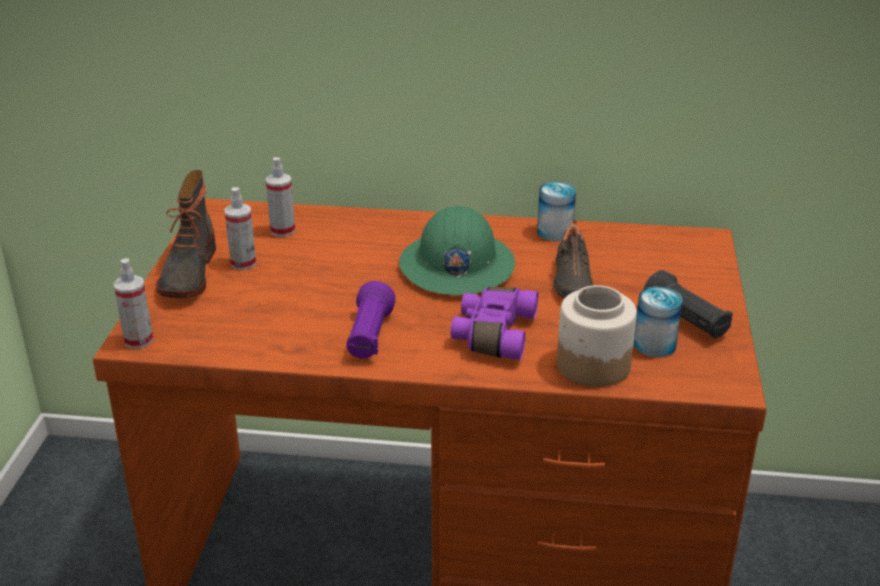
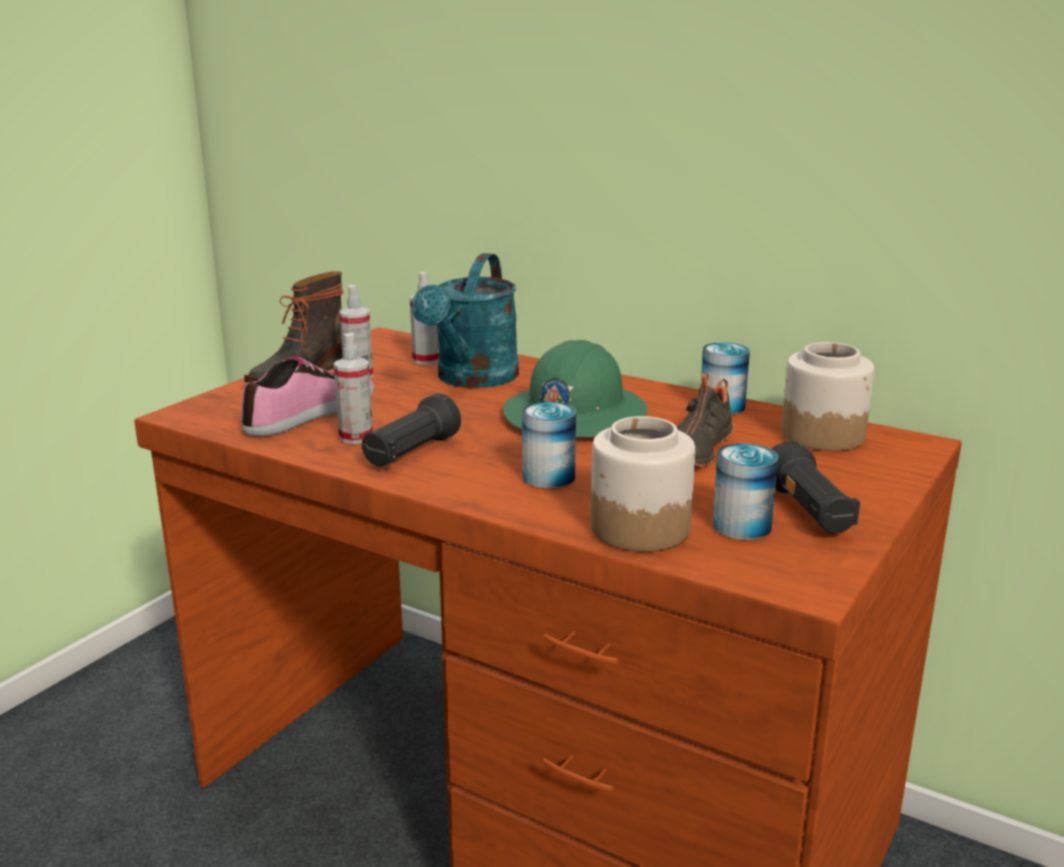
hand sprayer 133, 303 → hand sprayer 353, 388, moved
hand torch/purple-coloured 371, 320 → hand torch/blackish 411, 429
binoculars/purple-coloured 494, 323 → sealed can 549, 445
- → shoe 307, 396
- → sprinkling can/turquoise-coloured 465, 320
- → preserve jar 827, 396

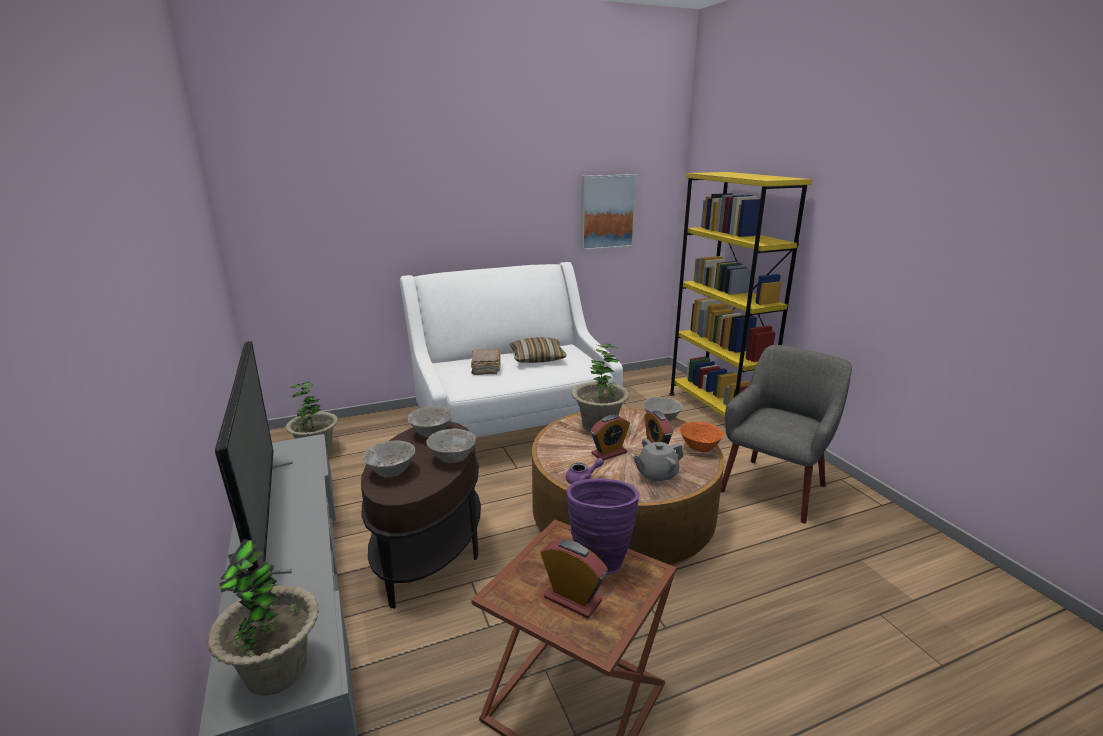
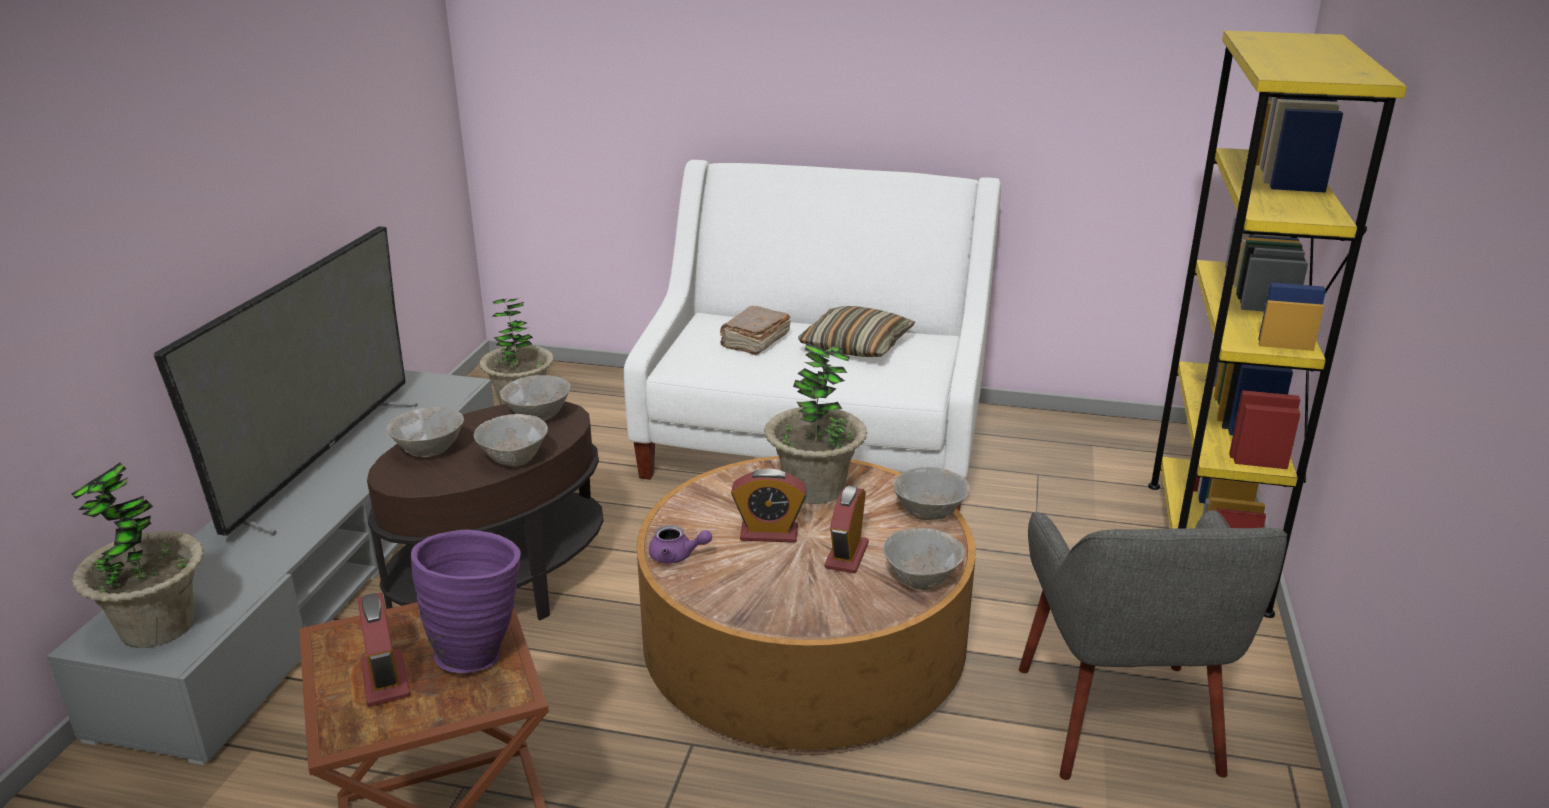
wall art 609, 212 → -
pot for tea/grey 658, 461 → -
deep dish/orangey 702, 437 → deep dish/grey 923, 559
lounge chair/grey 786, 434 → lounge chair/grey 1153, 645, 105 degrees clockwise

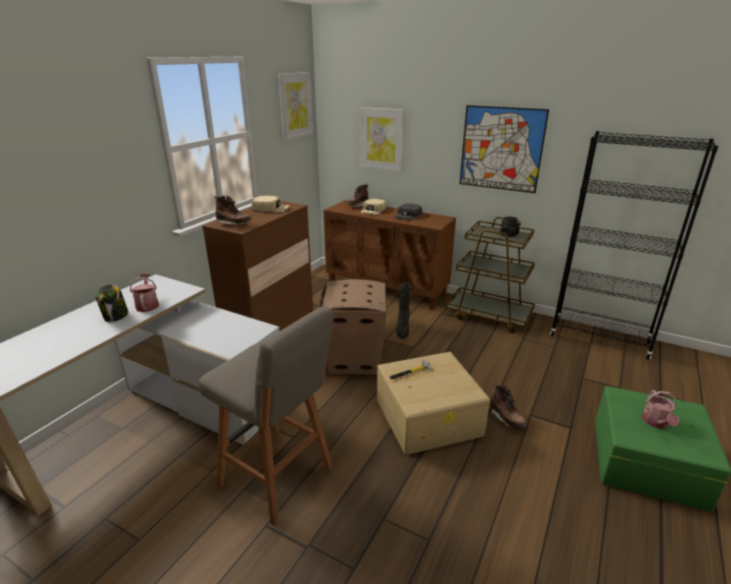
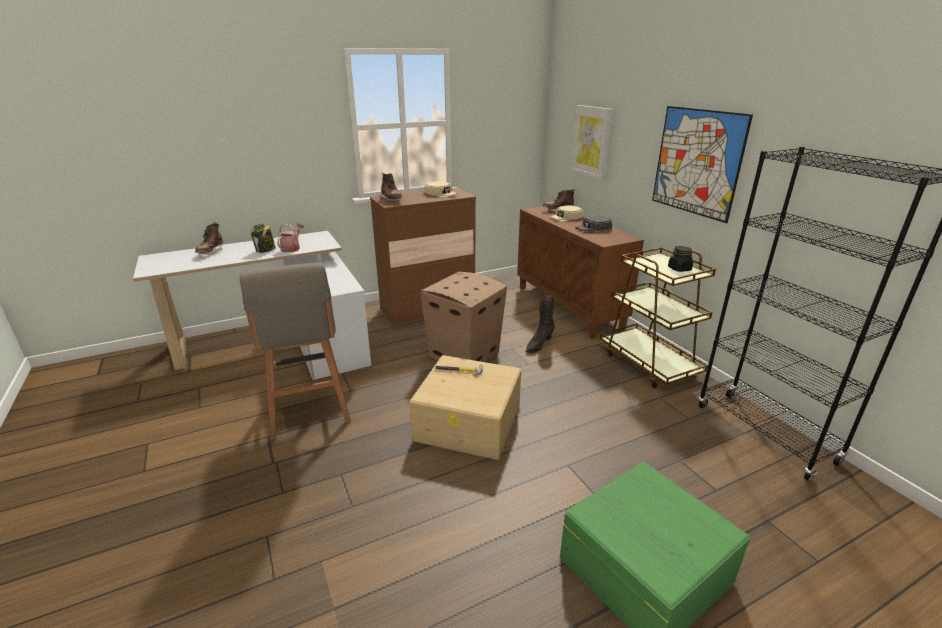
wall art 295, 106 → -
tall boot/brown-coloured 508, 406 → tall boot/brown-coloured 209, 238, moved
sprinkling can 661, 409 → -

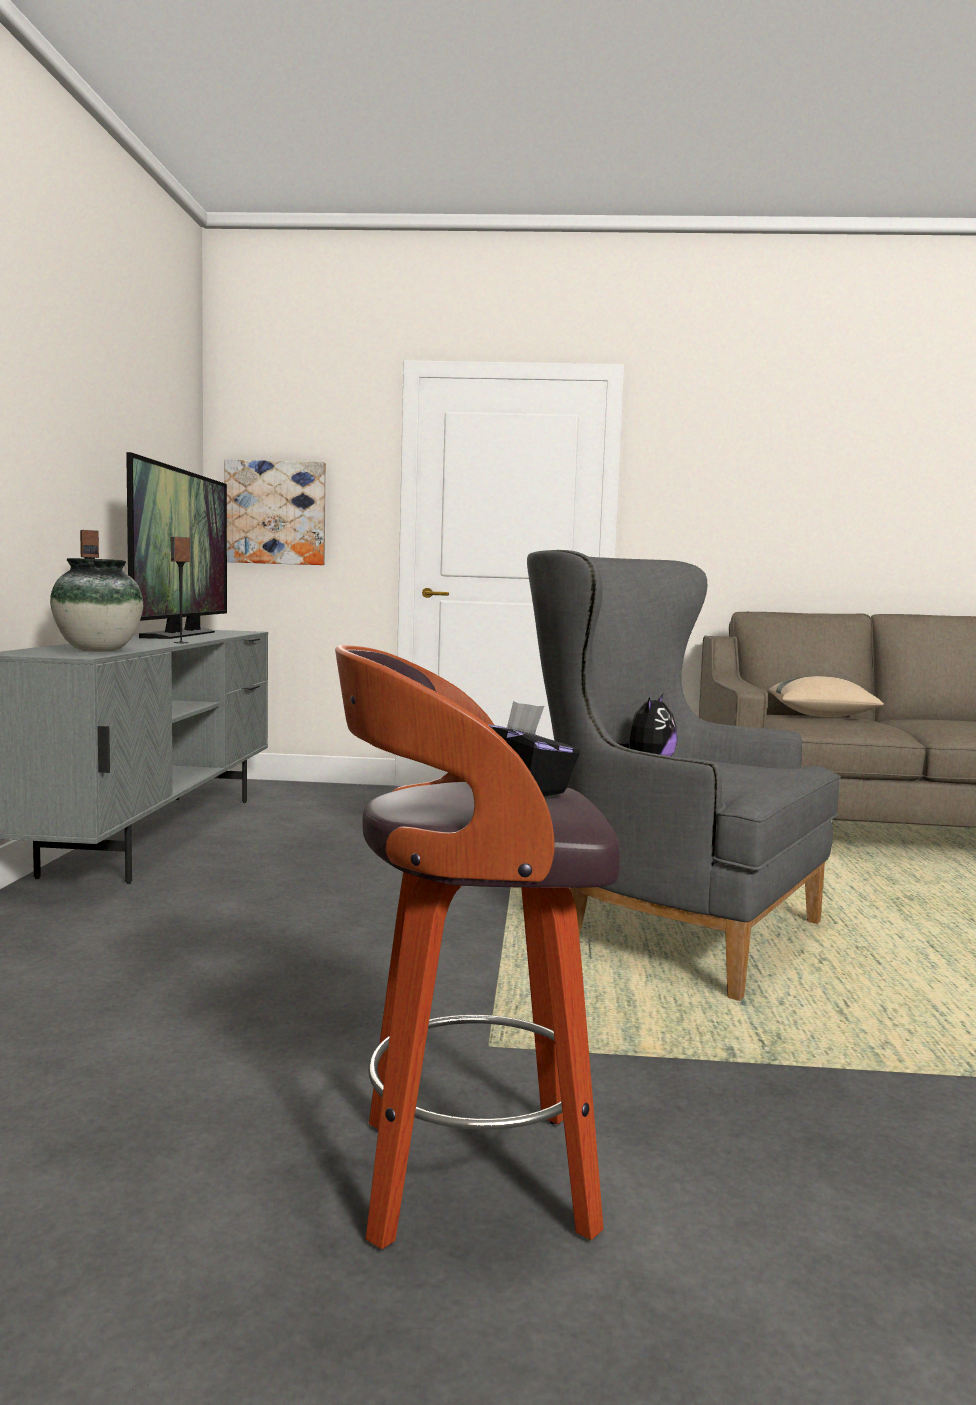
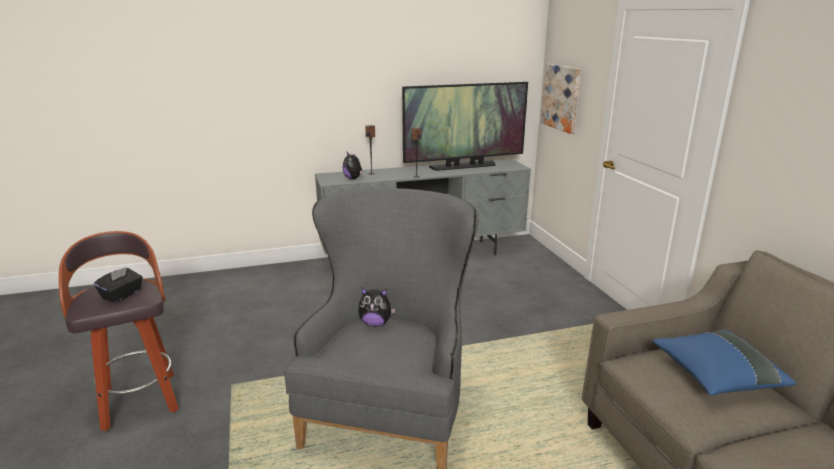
flower vase 96, 605 → plush toy 353, 166
pillow/sand-coloured 826, 696 → pillow/blue-coloured 724, 362

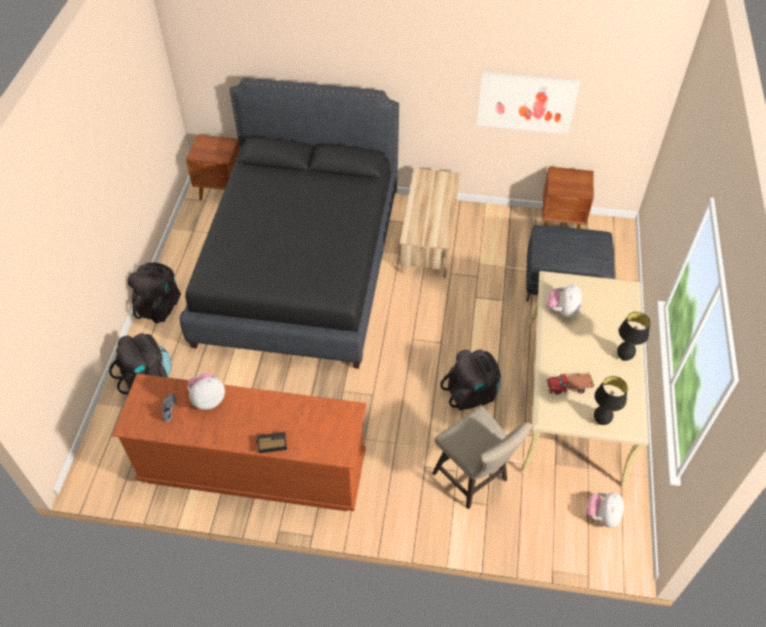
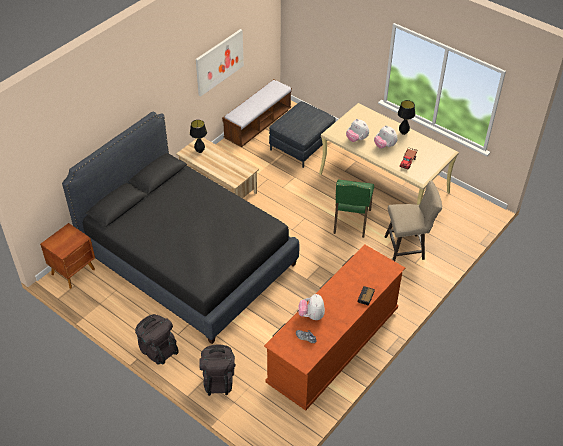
rucksack/blackish 470, 379 → chair/green-coloured 353, 208
nightstand/brown-coloured 568, 198 → indoor bench 257, 113
plush toy 605, 510 → plush toy 386, 137, moved
tabletop lamp/blackish 611, 400 → tabletop lamp/blackish 198, 136, moved

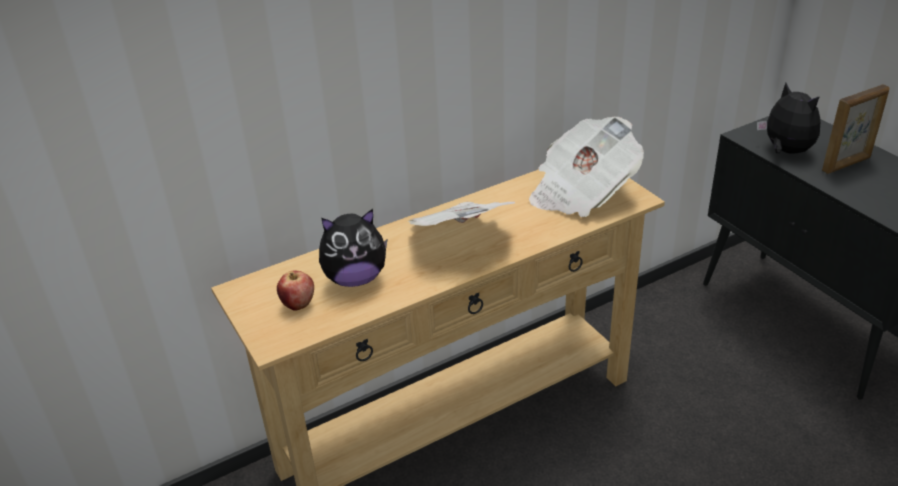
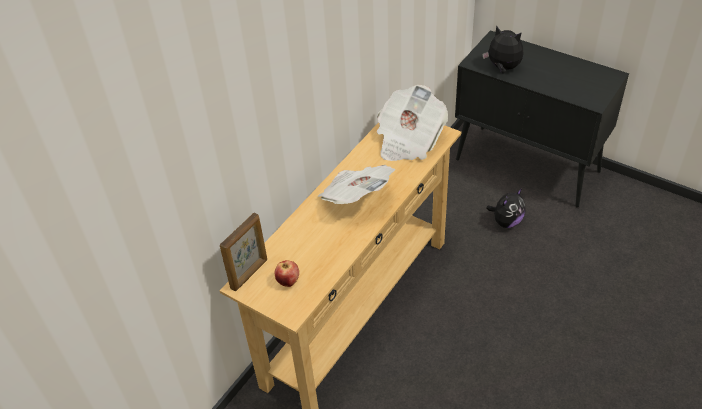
plush toy 353, 248 → plush toy 506, 208, moved
photo frame 856, 129 → photo frame 243, 252, moved

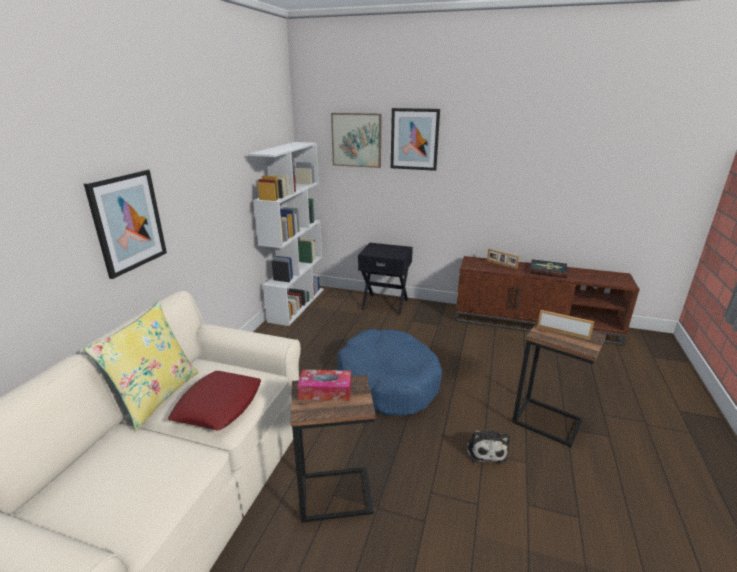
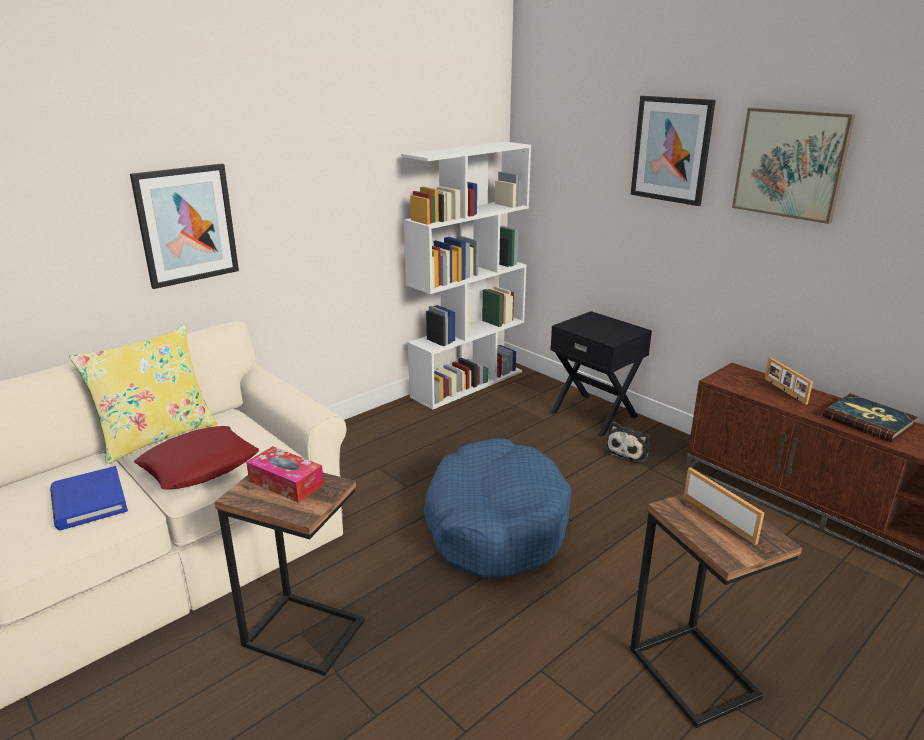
wall art 356, 140 → wall art 793, 166, moved
plush toy 488, 447 → plush toy 627, 442, moved
- → volume/blue-coloured 89, 498

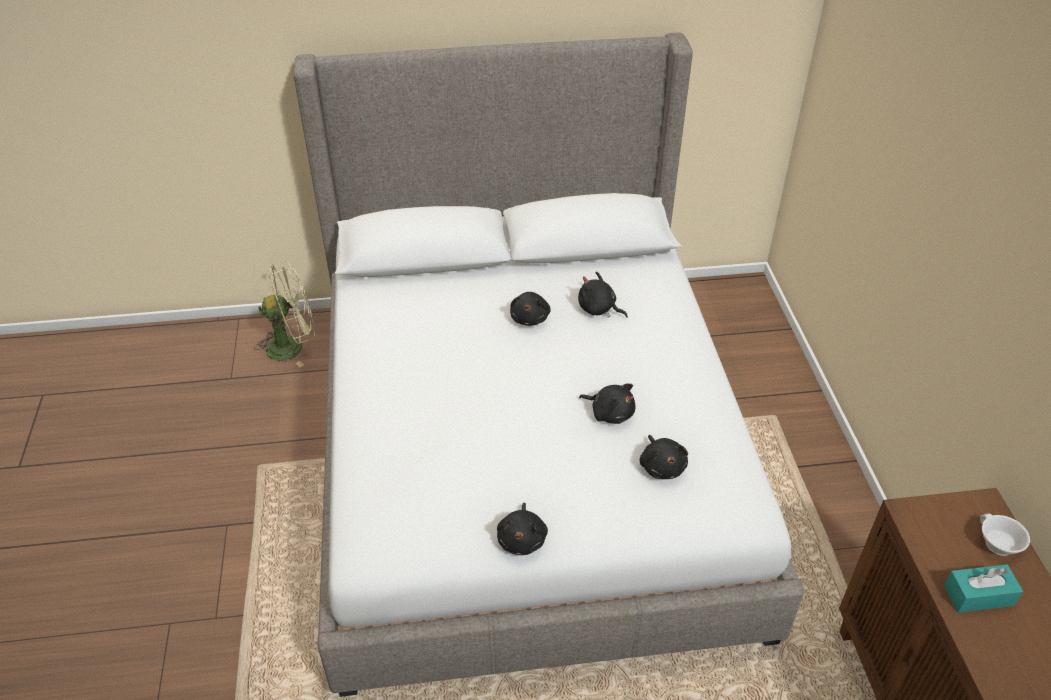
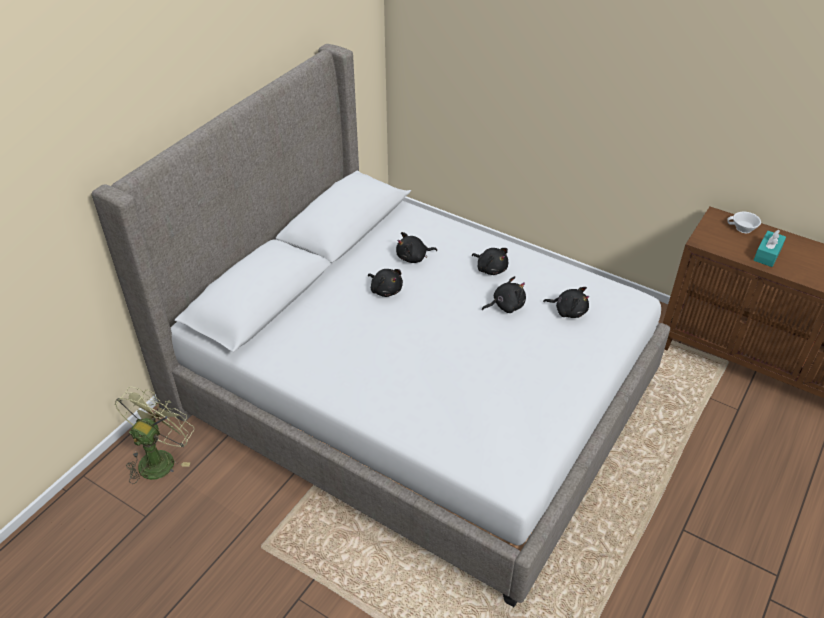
plush toy/blackish 522, 529 → plush toy/blackish 489, 261, moved

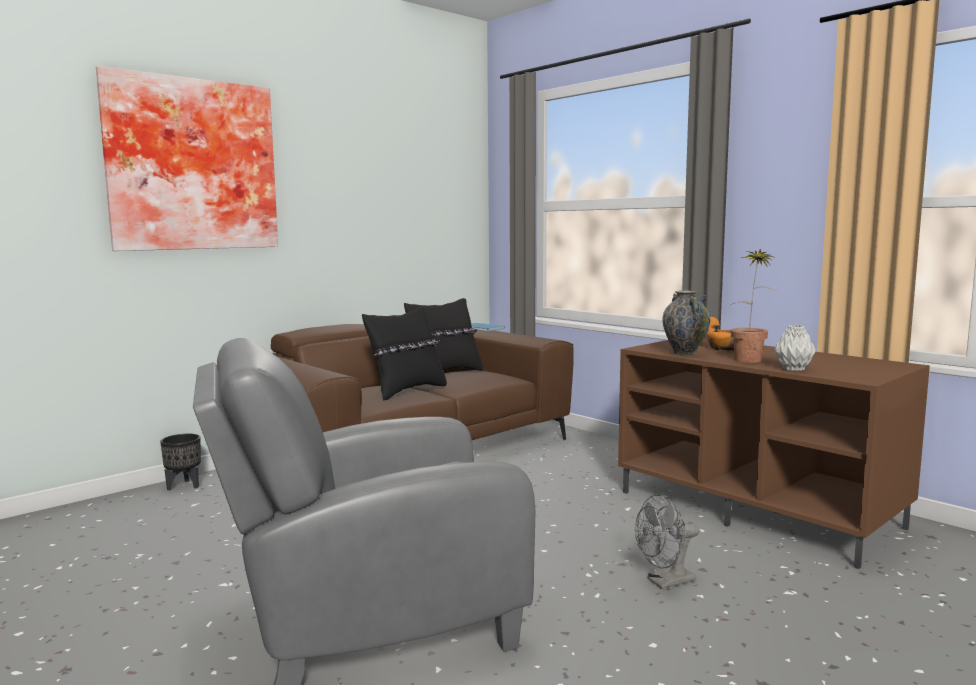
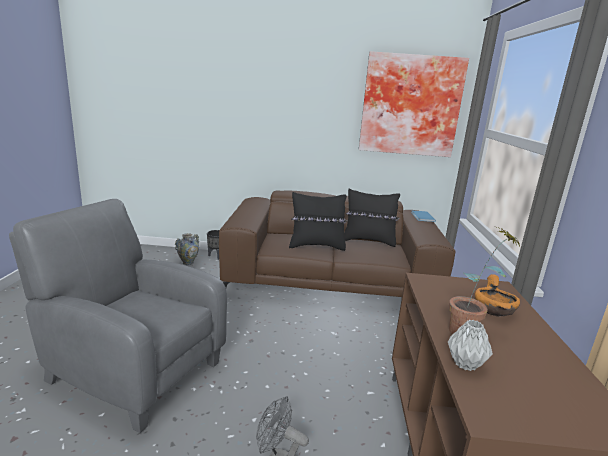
wall art 187, 158 → wall art 414, 104, moved
flower vase 686, 323 → flower vase 187, 249, moved

